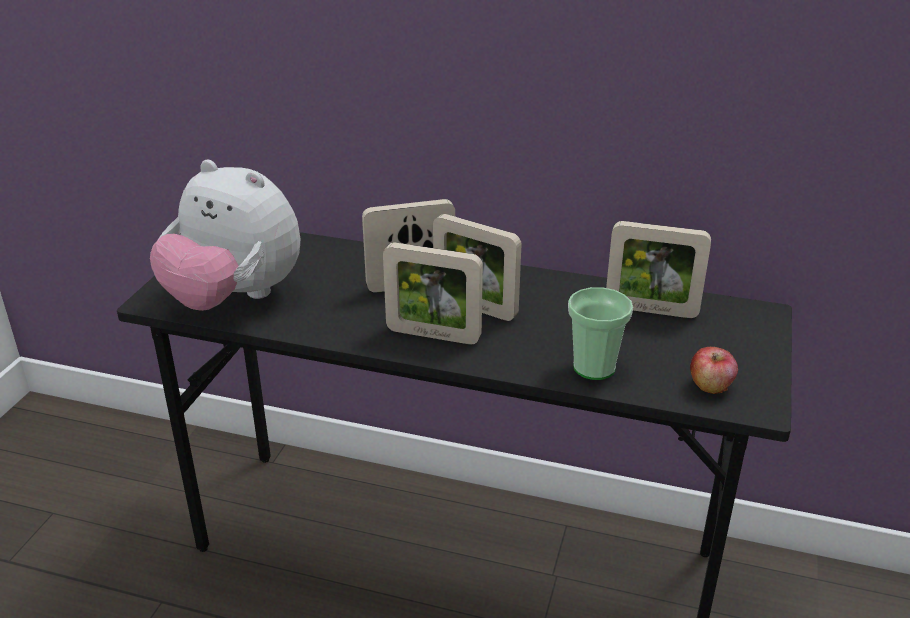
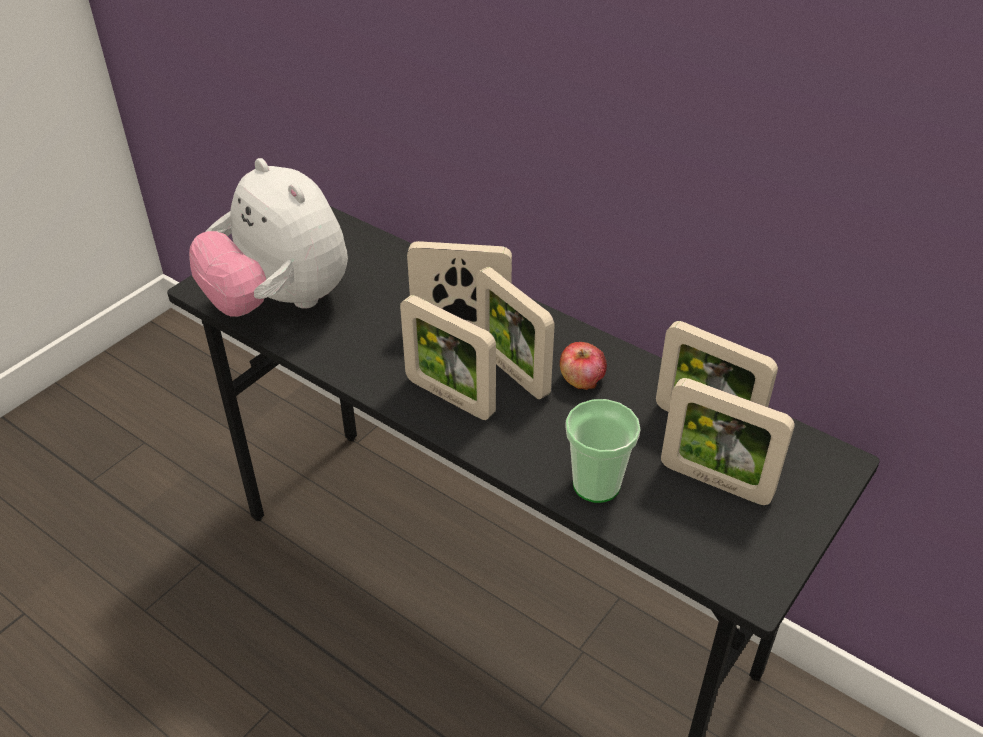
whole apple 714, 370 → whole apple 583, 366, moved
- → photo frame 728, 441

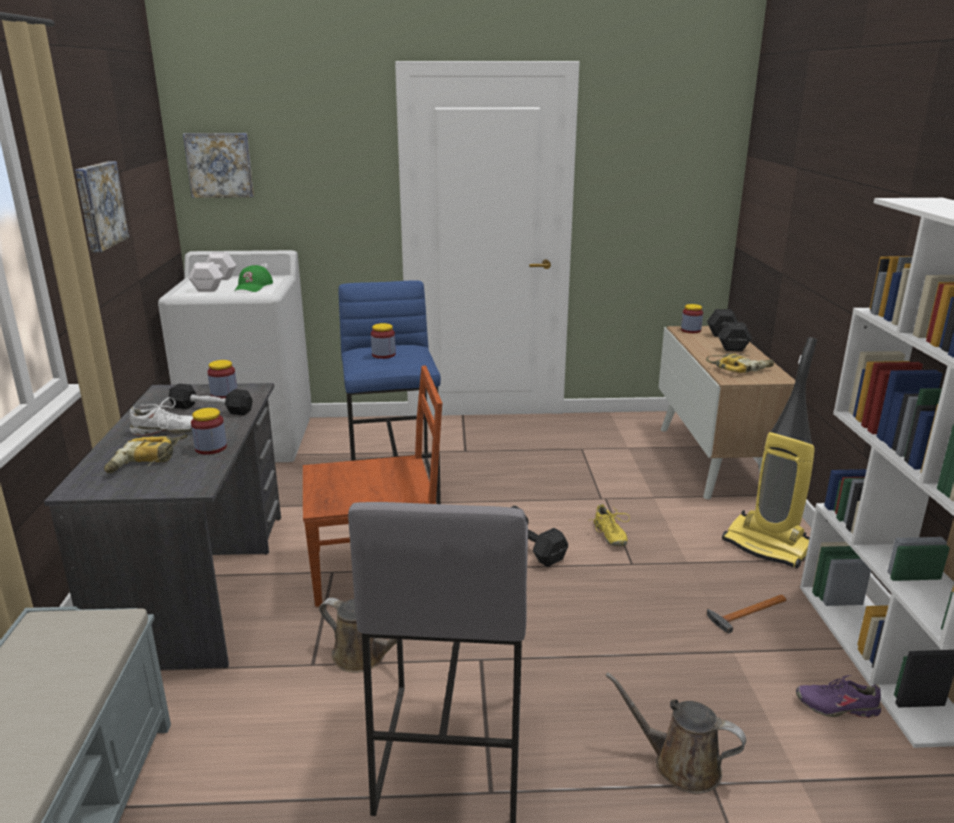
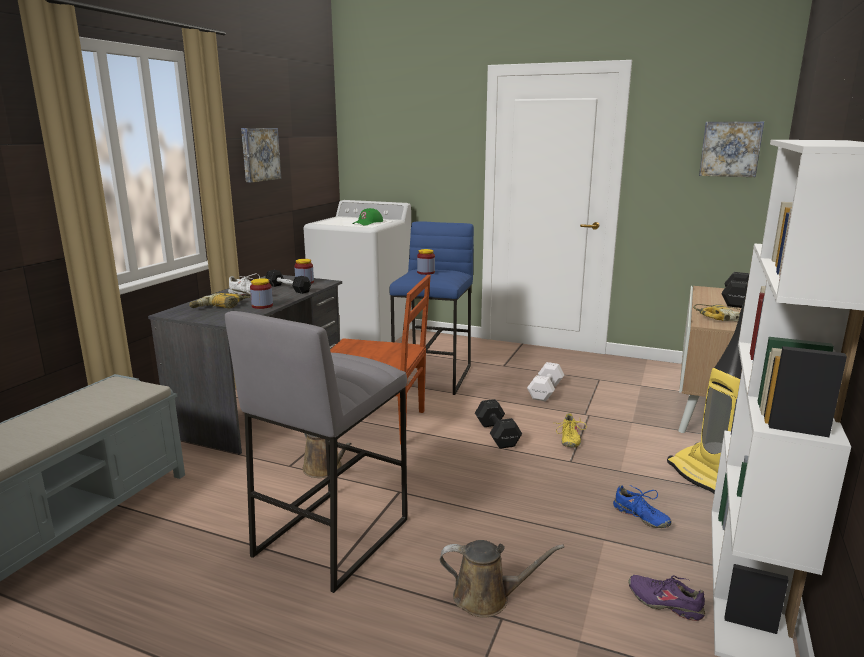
wall art 218, 165 → wall art 731, 149, moved
hand weight/white-coloured 212, 272 → hand weight/white-coloured 545, 382, moved
sprinkling can/brown-coloured 675, 733 → sprinkling can/brown-coloured 502, 579, 135 degrees clockwise
preserve jar 692, 318 → -
tool hammer 746, 614 → shoe/blue-coloured 642, 506

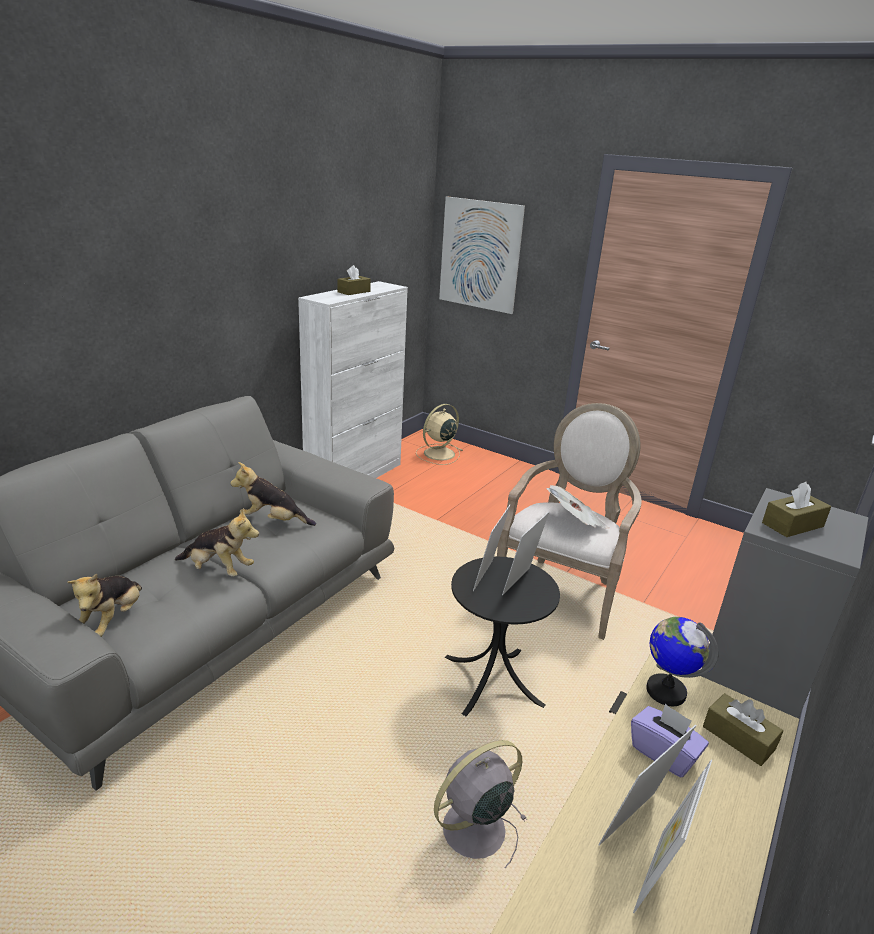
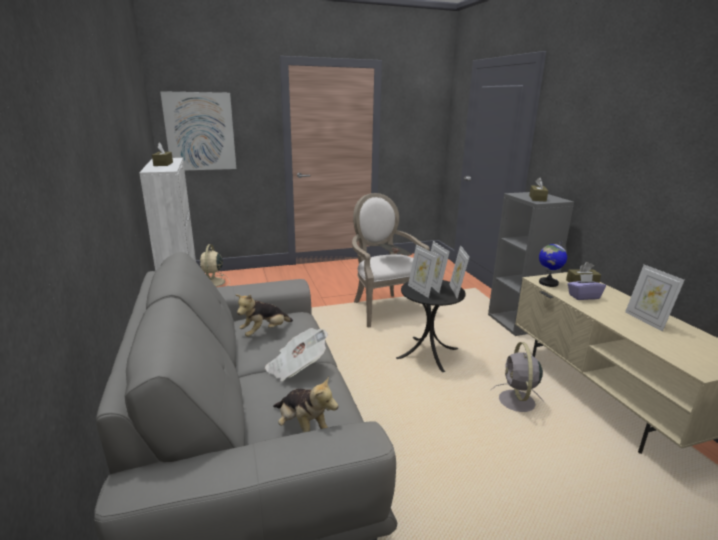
plush toy 217, 542 → printed paper 296, 354
photo frame 647, 785 → photo frame 459, 272, moved

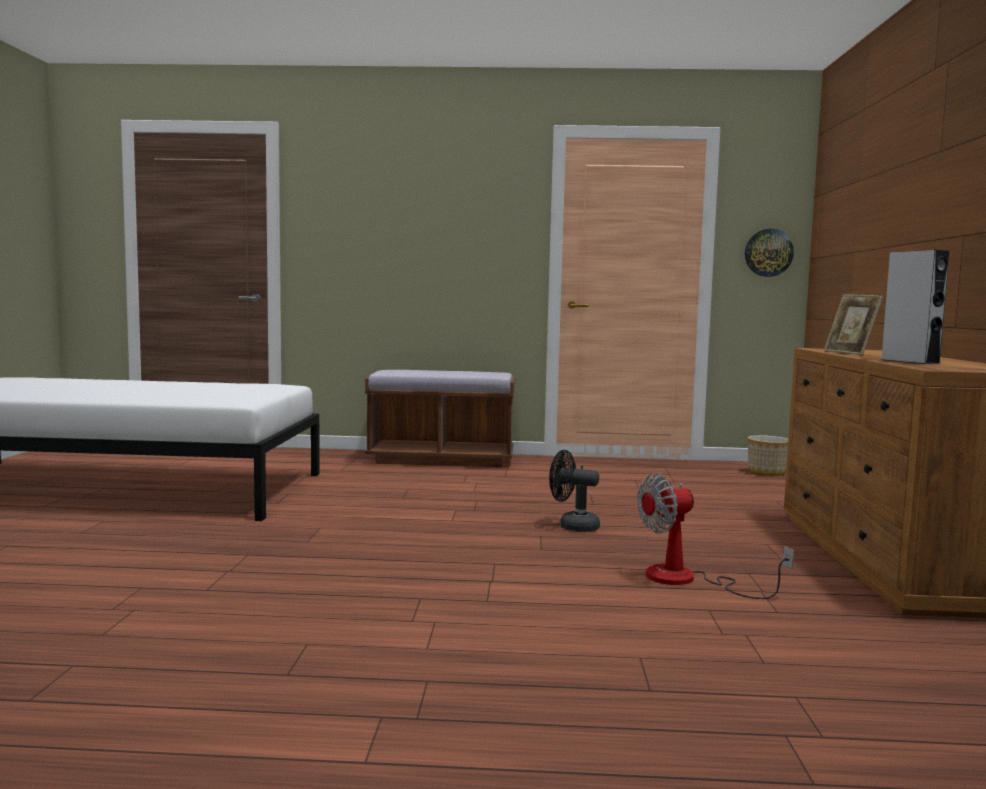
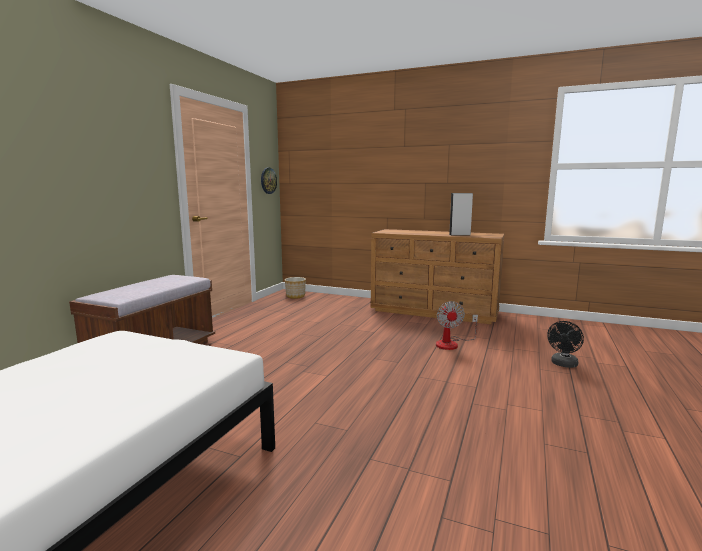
fan/blackish 574, 491 → fan/blackish 565, 344, moved
photo frame 853, 324 → -

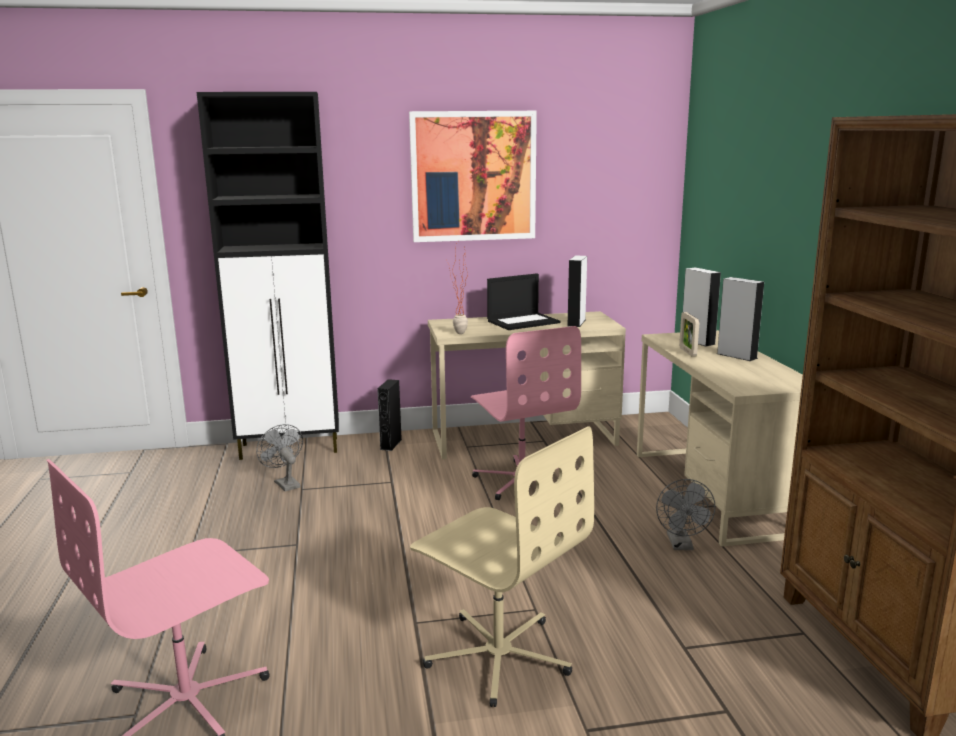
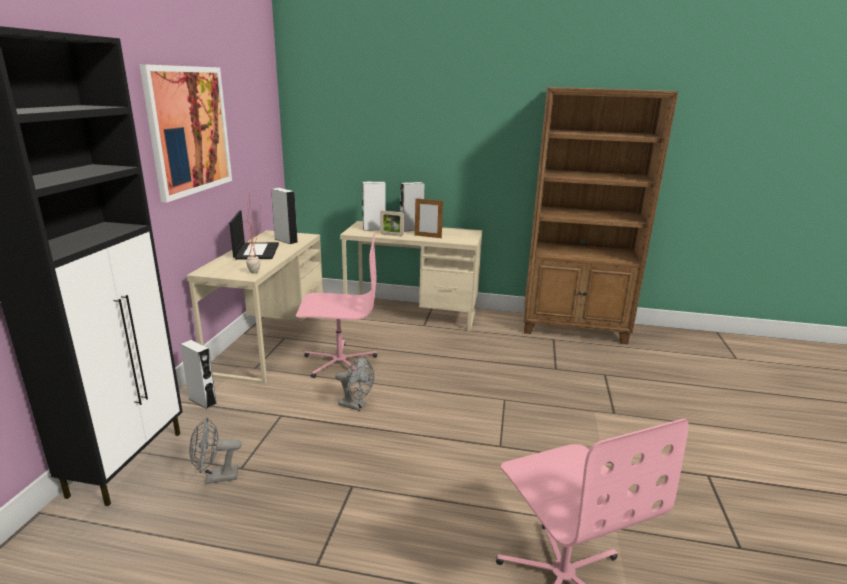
speaker/blackish 389, 415 → speaker/white-coloured 198, 374
computer chair/sand-coloured 502, 566 → -
fan/grey 686, 514 → fan/grey 354, 383, moved
- → photo frame 429, 217

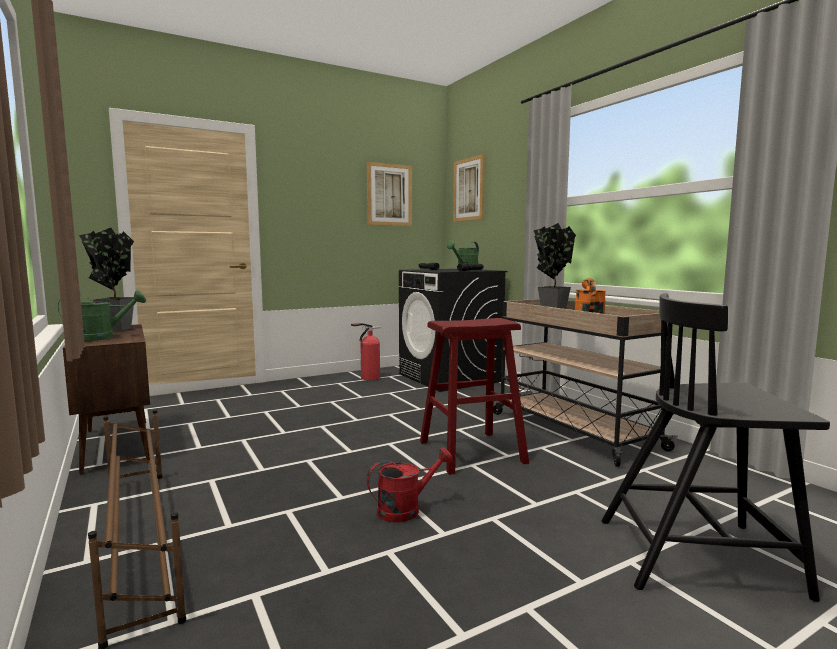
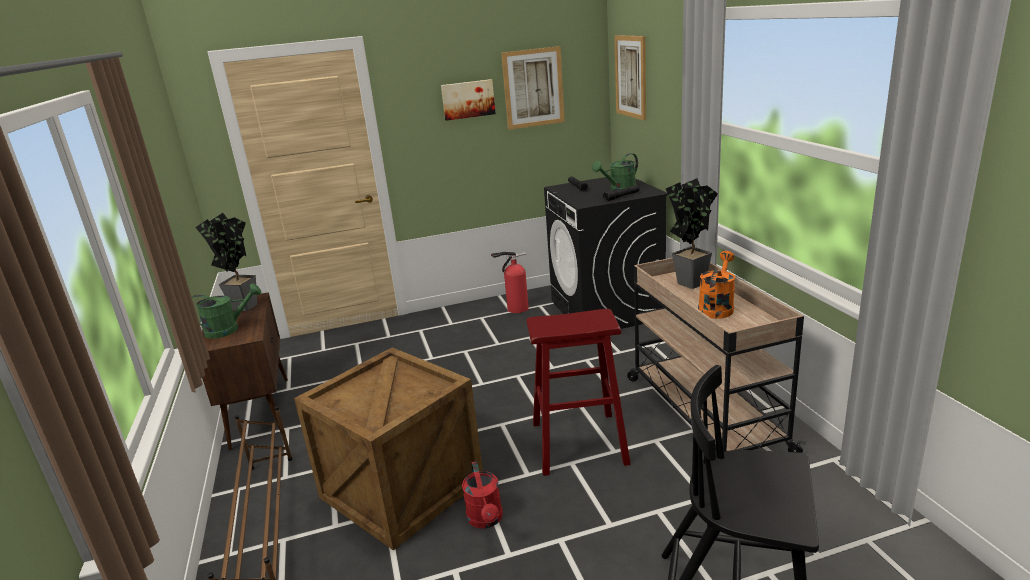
sprinkling can/red-coloured 410, 484 → sprinkling can/red-coloured 482, 495, 90 degrees clockwise
- → shipping crate 388, 448
- → wall art 468, 100

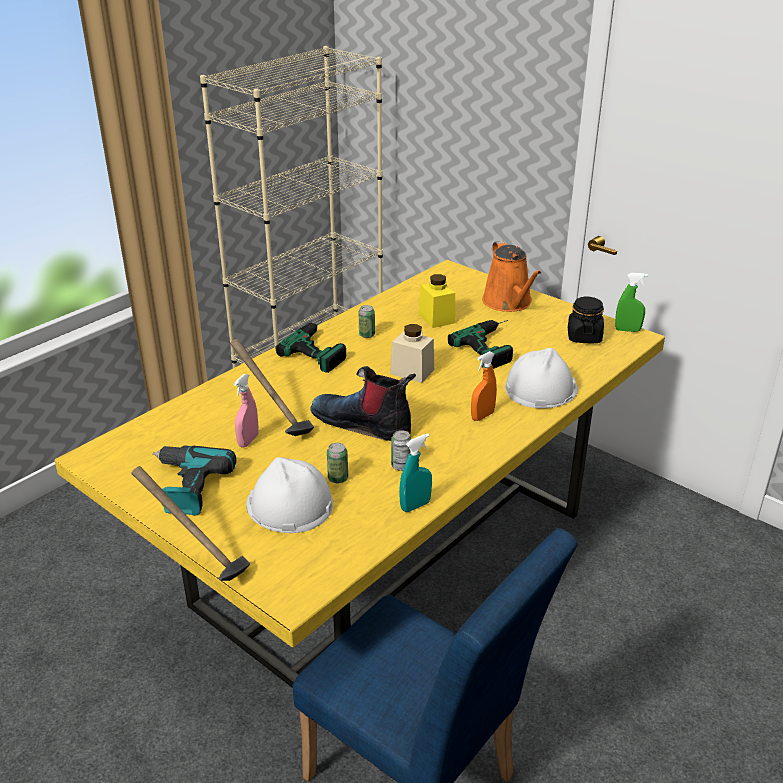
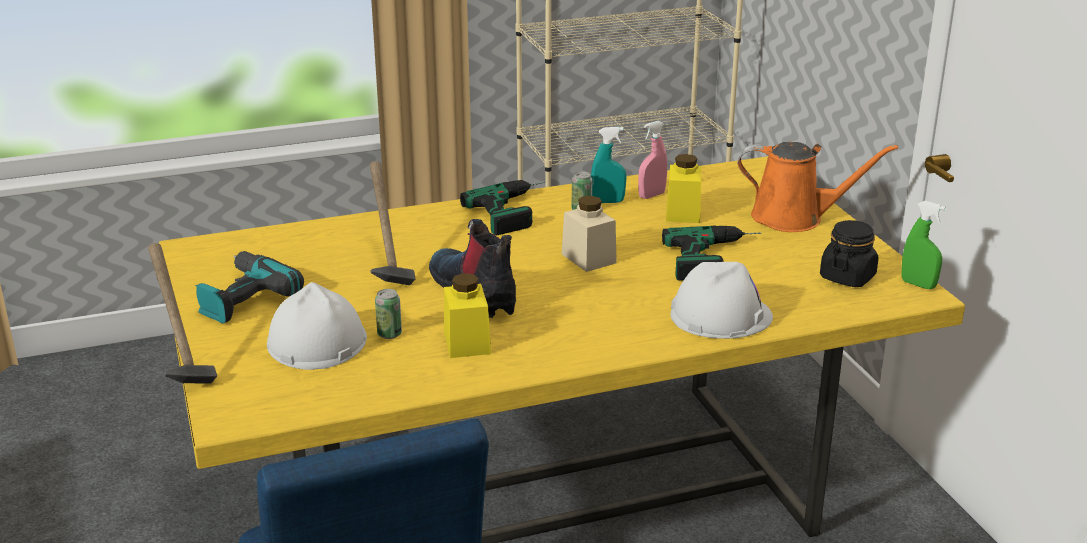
hand sprayer/pink 246, 410 → hand sprayer/pink 652, 160, moved
sealed can 401, 450 → preserve jar/yellow-coloured 467, 315
hand sprayer/turquoise-coloured 415, 473 → hand sprayer/turquoise-coloured 609, 165, moved
hand sprayer/orangey 484, 386 → -
sprinkling can/orangey 511, 276 → sprinkling can/orangey 818, 187, 90 degrees counterclockwise

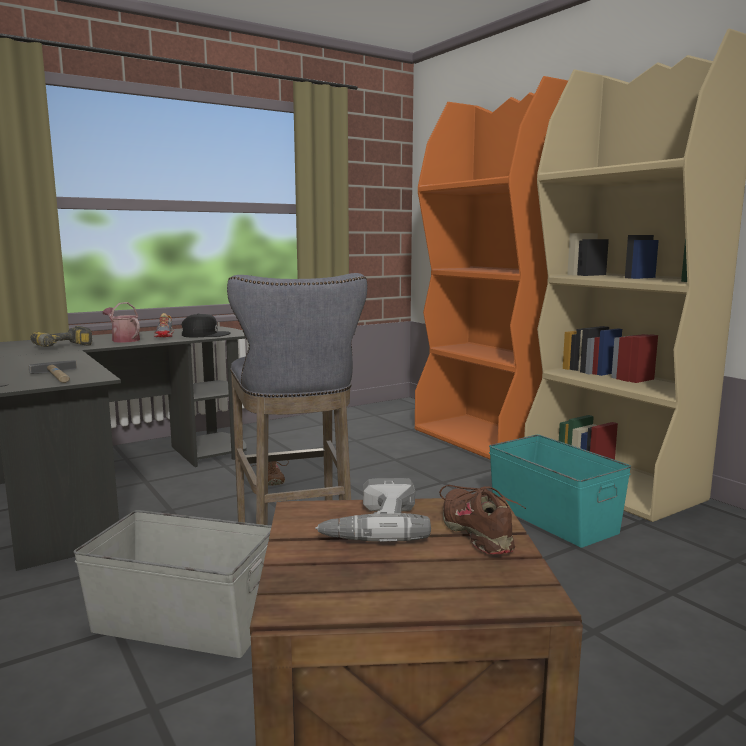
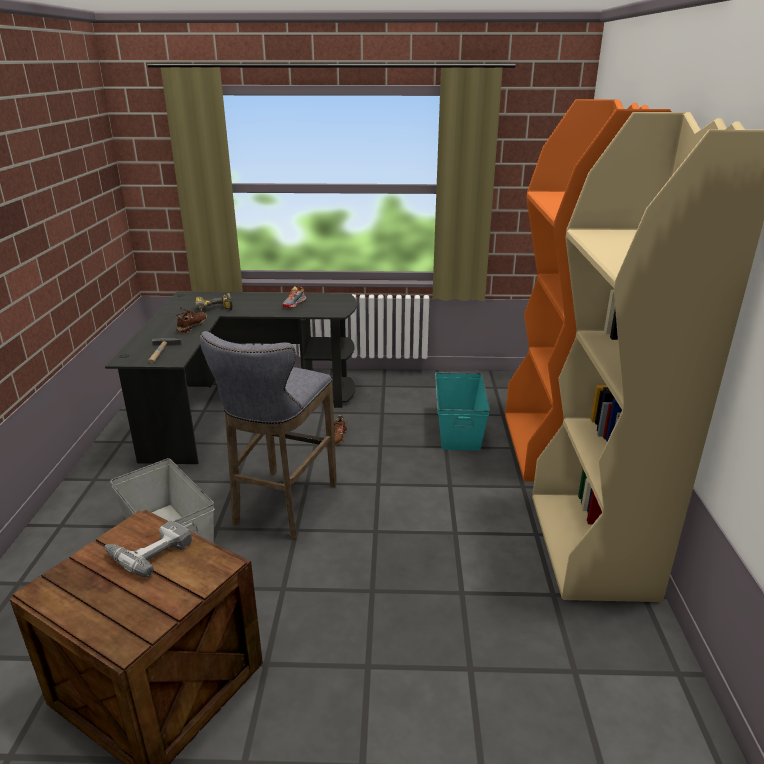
sprinkling can 121, 322 → -
peaked cap/blackish 206, 325 → -
shoe/brown-coloured 482, 519 → shoe/brown-coloured 190, 320, moved
storage container/turquoise-coloured 560, 491 → storage container/turquoise-coloured 462, 411, moved

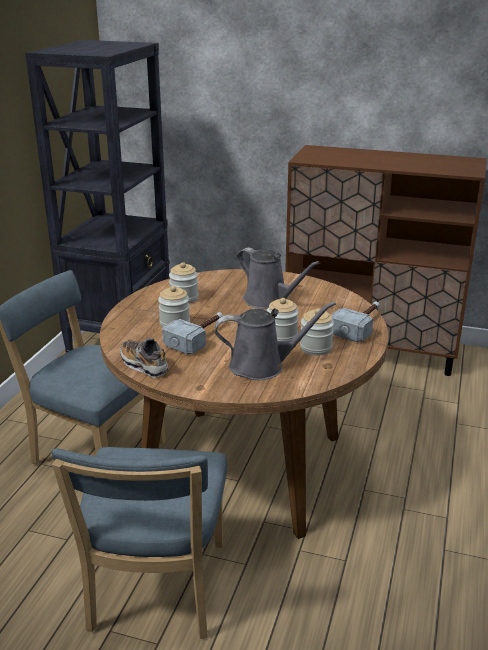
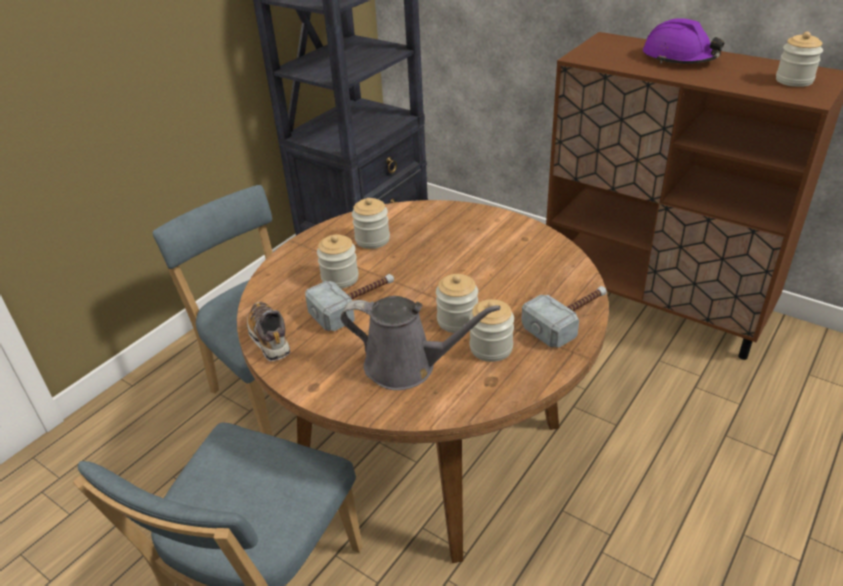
sprinkling can/grey 279, 278 → -
- → hard hat/purple-coloured 683, 41
- → preserve jar 799, 59

